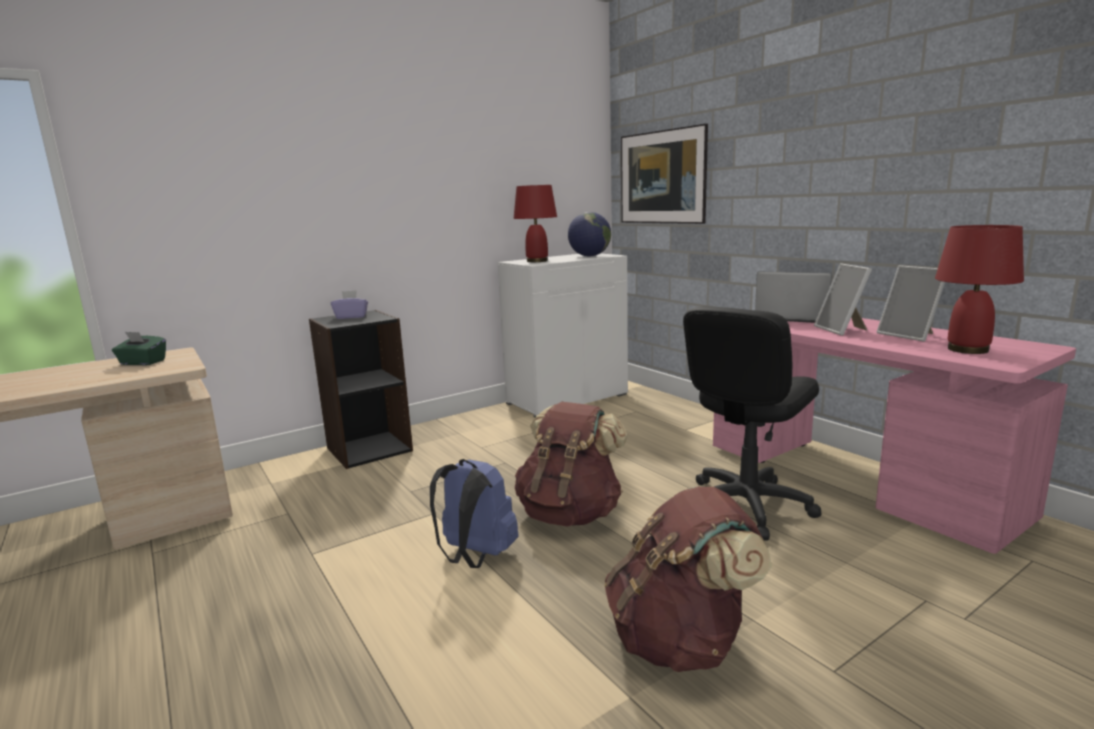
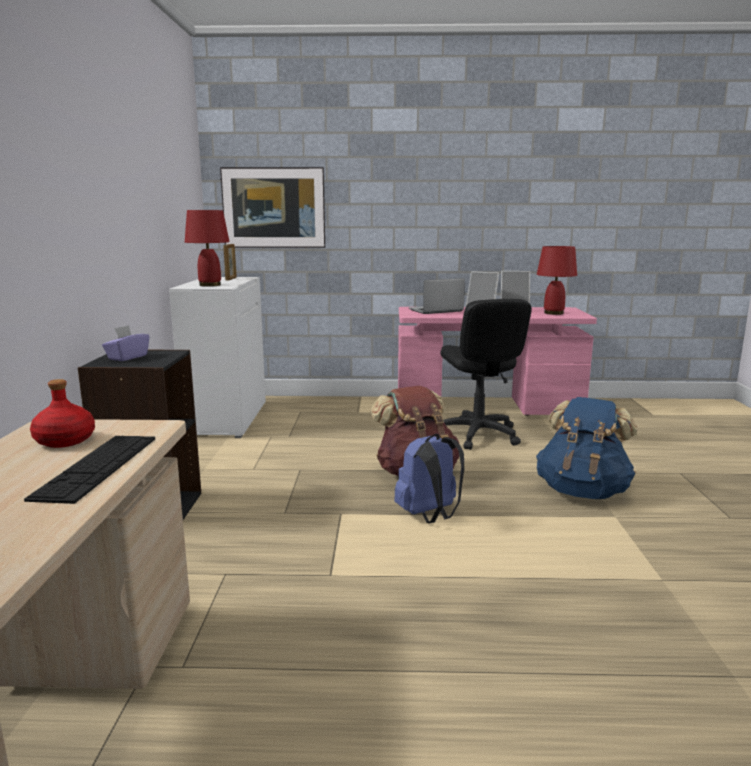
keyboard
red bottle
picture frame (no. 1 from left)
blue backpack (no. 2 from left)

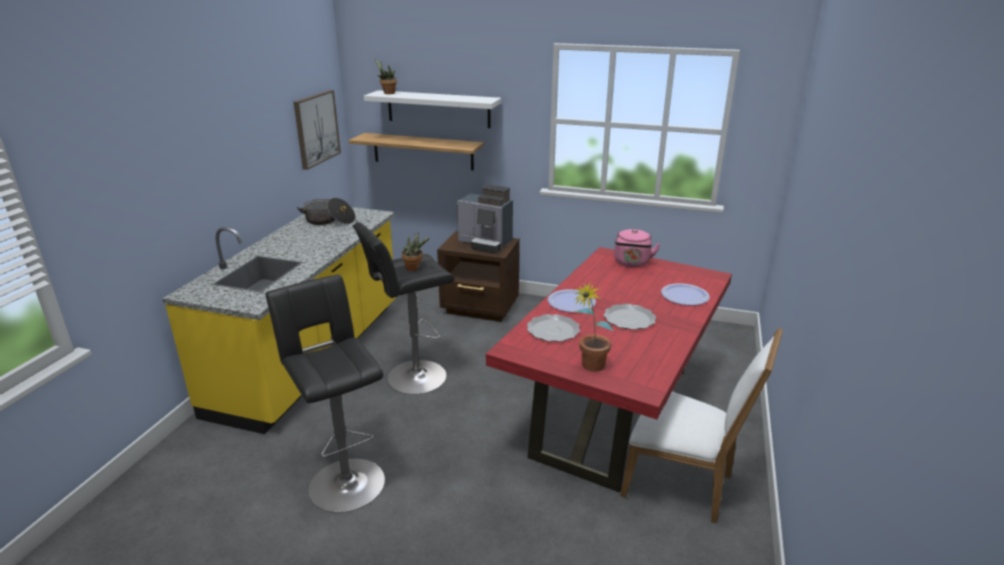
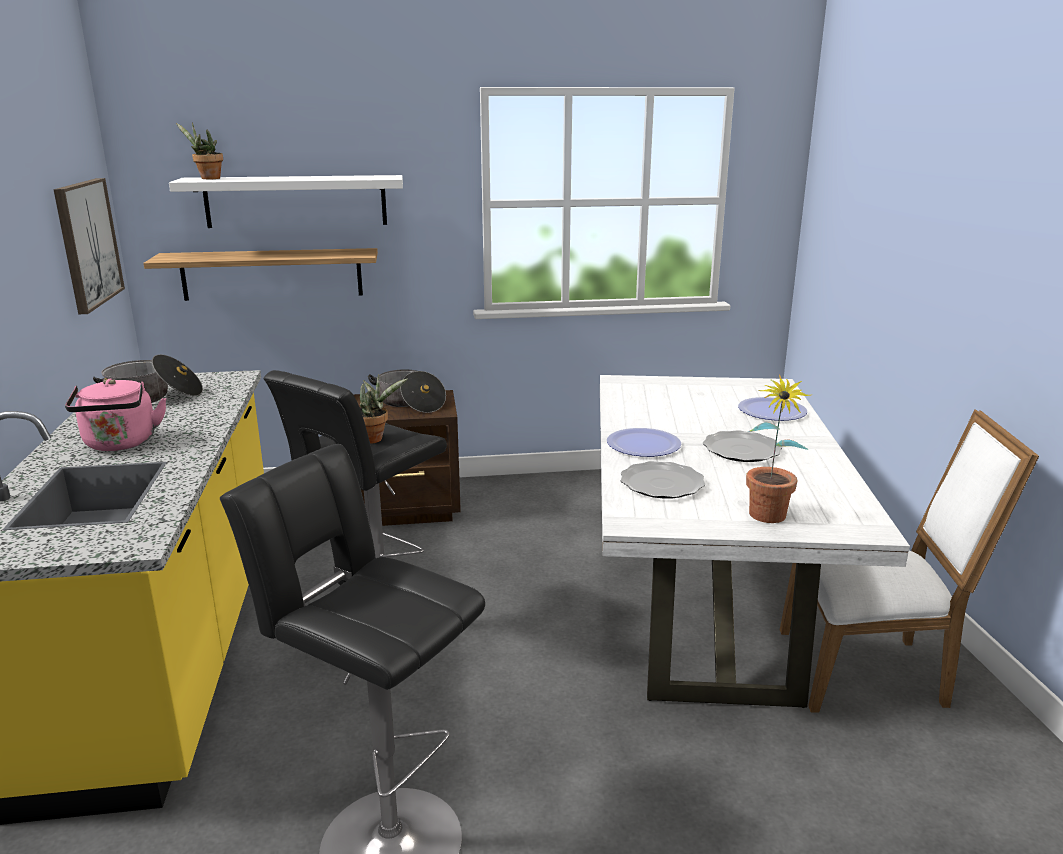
pink kettle
cooking pot (no. 2 from left)
white dining table

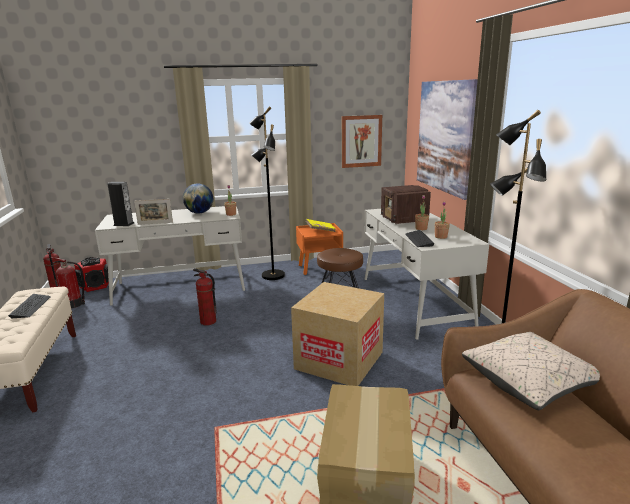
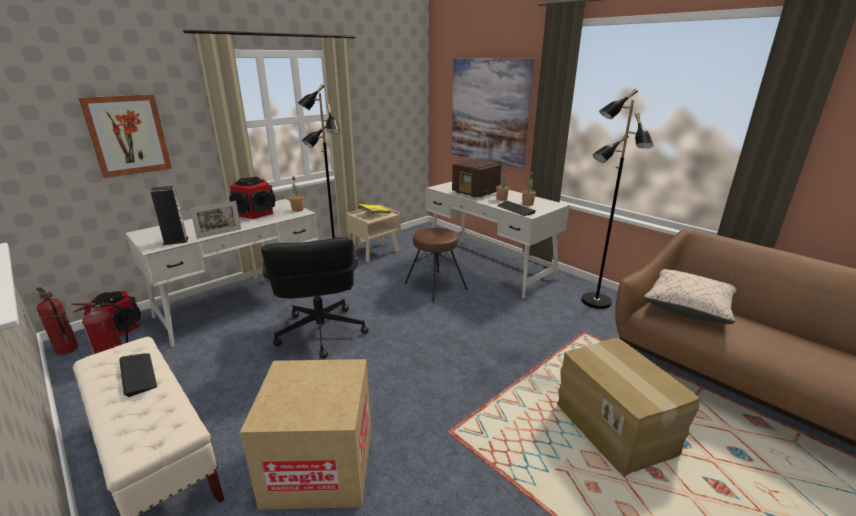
picture (no. 1 from left)
speaker (no. 3 from left)
cardboard box (no. 1 from left)
black office chair
beige nightstand

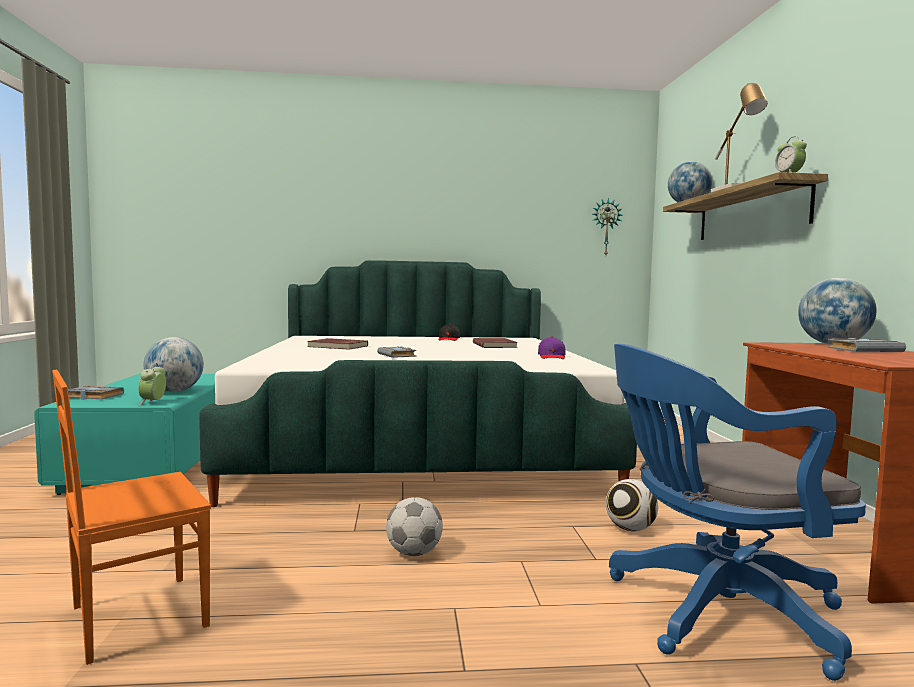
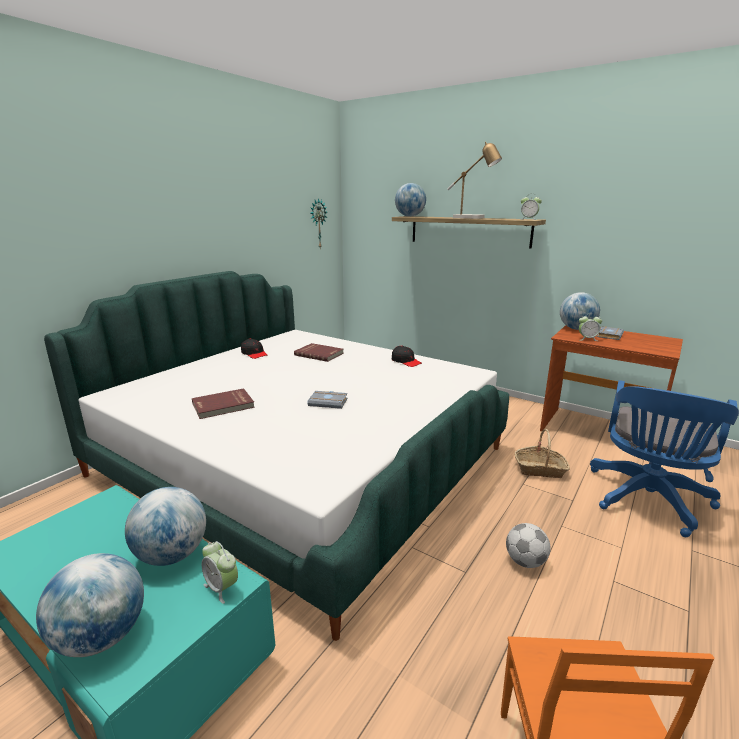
globe (no. 1 from left)
black cap (no. 2 from left)
basket
alarm clock (no. 3 from left)

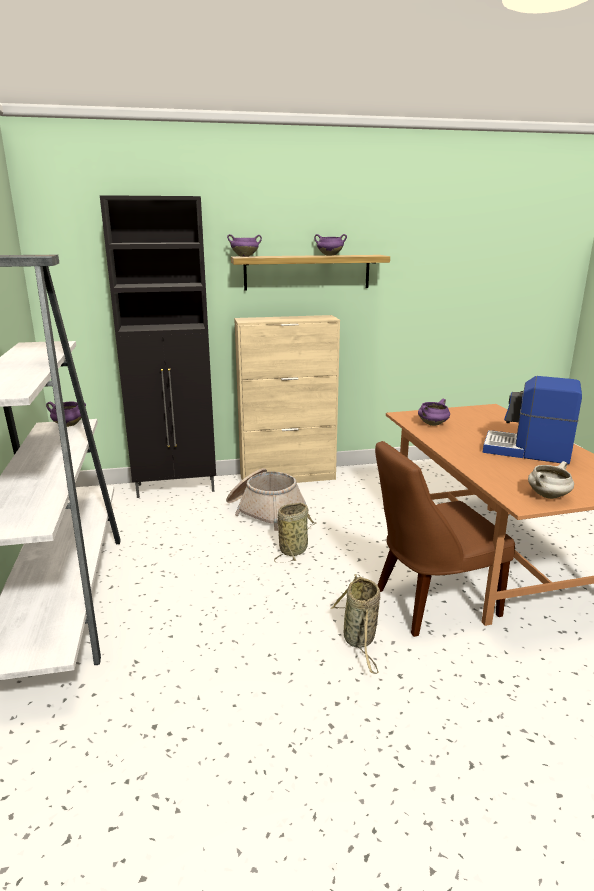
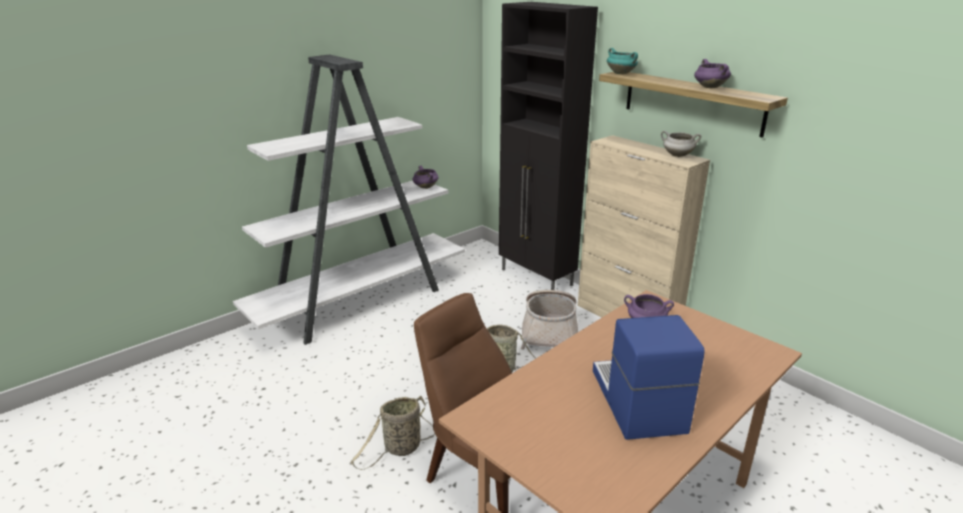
turquoise cooking pot
white cooking pot

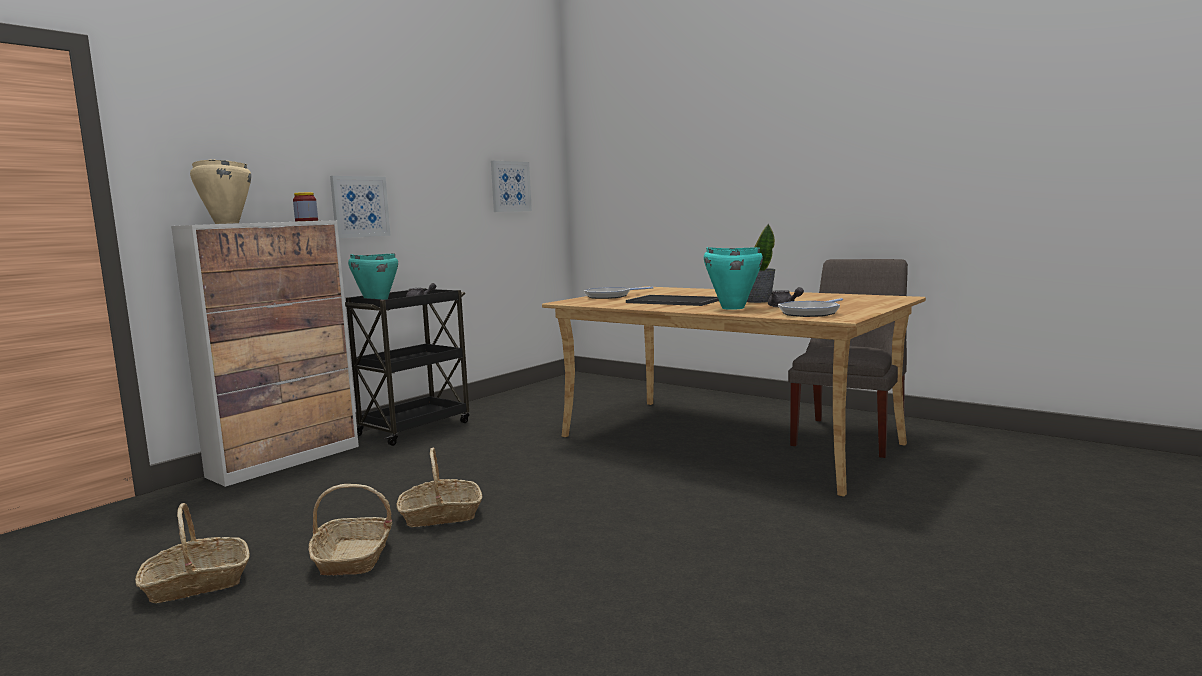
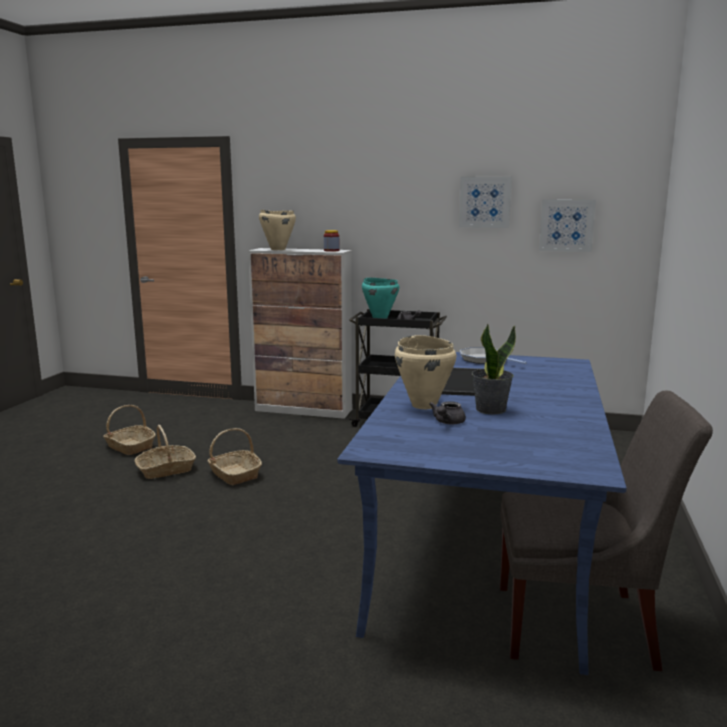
blue dining table
beige cooking pot (no. 2 from left)
picture (no. 1 from left)
frying pan (no. 2 from left in the first image)

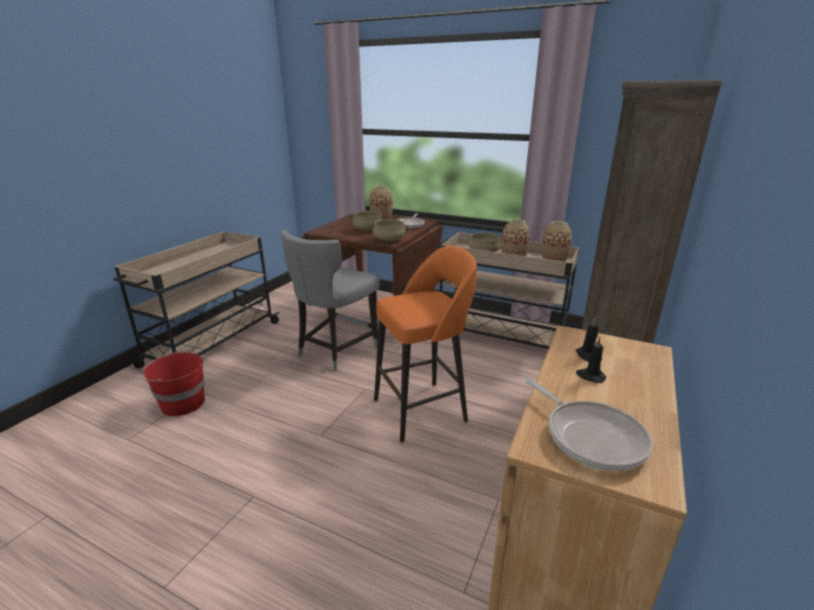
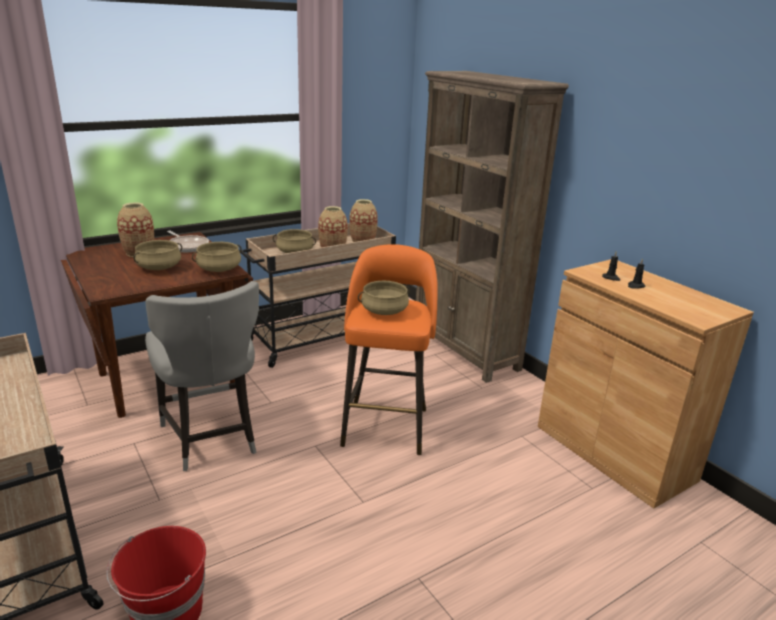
beige cooking pot (no. 4 from left)
frying pan (no. 2 from left in the first image)

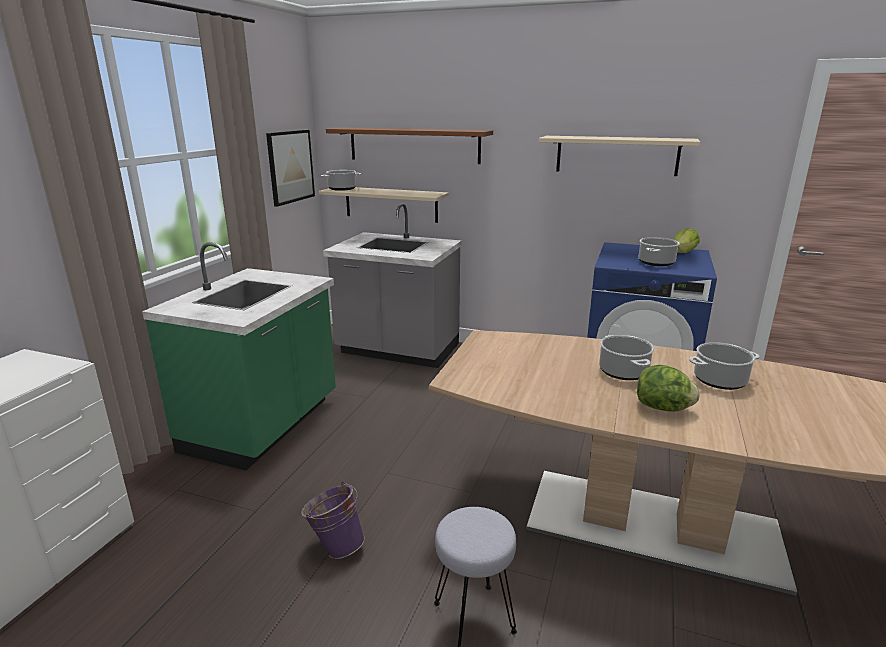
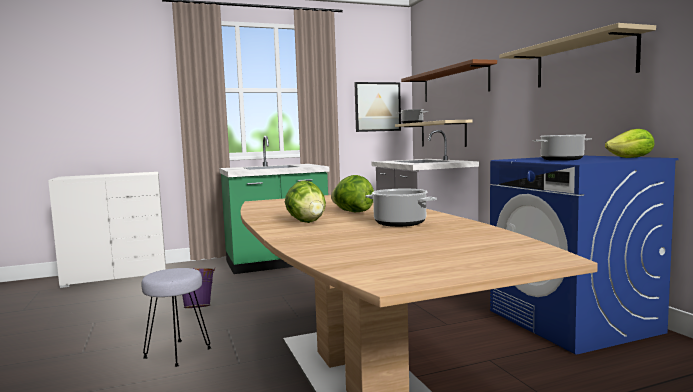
lettuce (no. 2 from left)

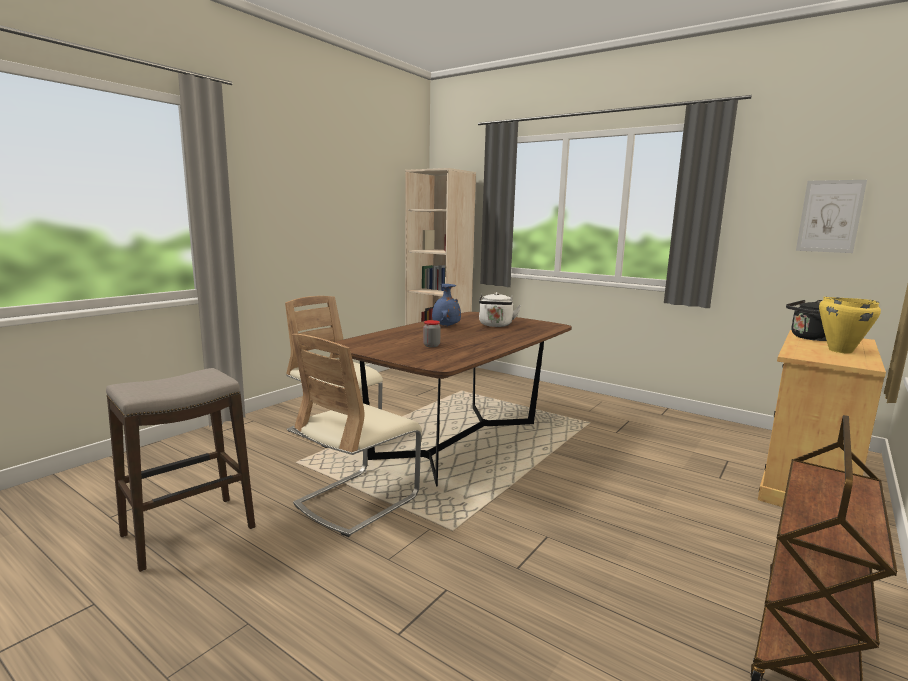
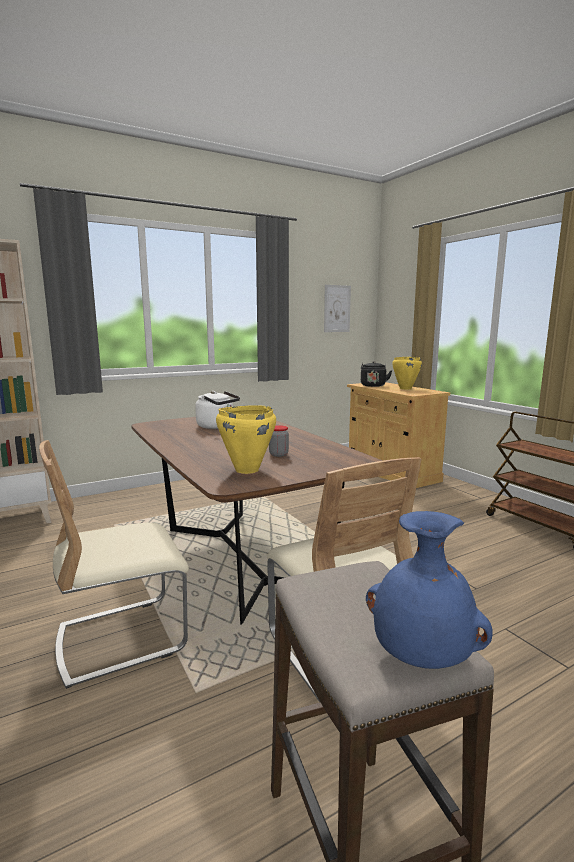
yellow cooking pot (no. 1 from left)
blue vase

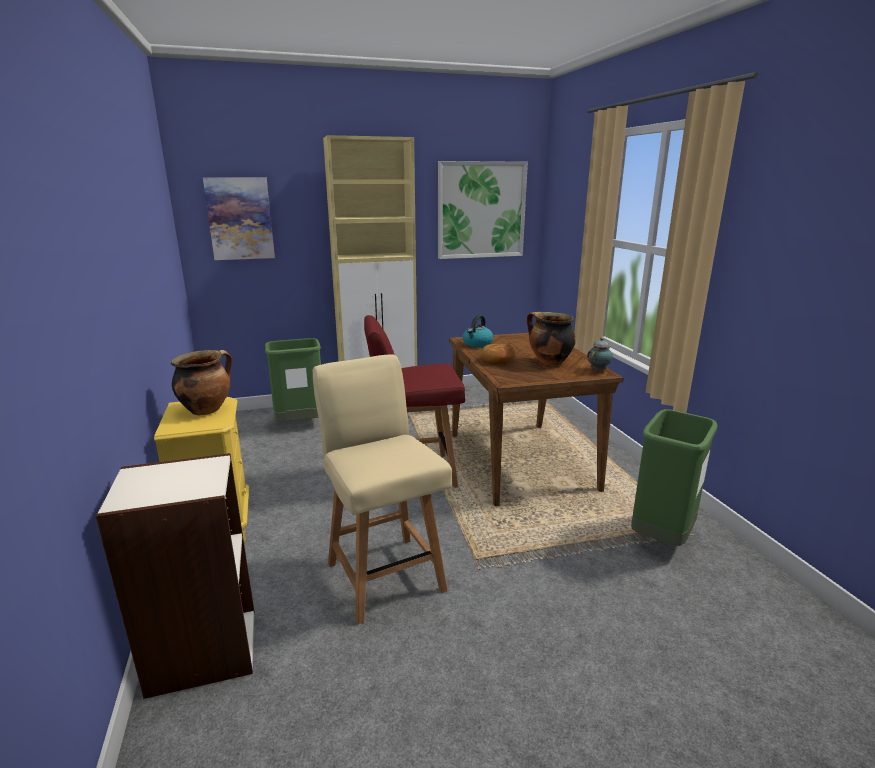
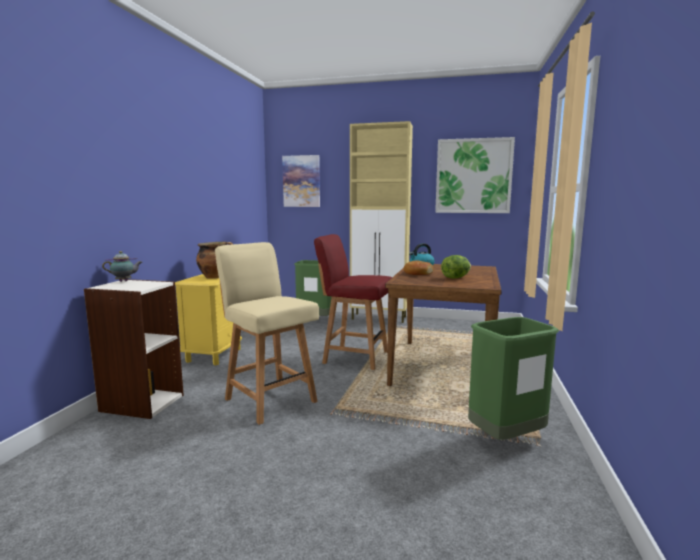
teapot
beige chair
lettuce

